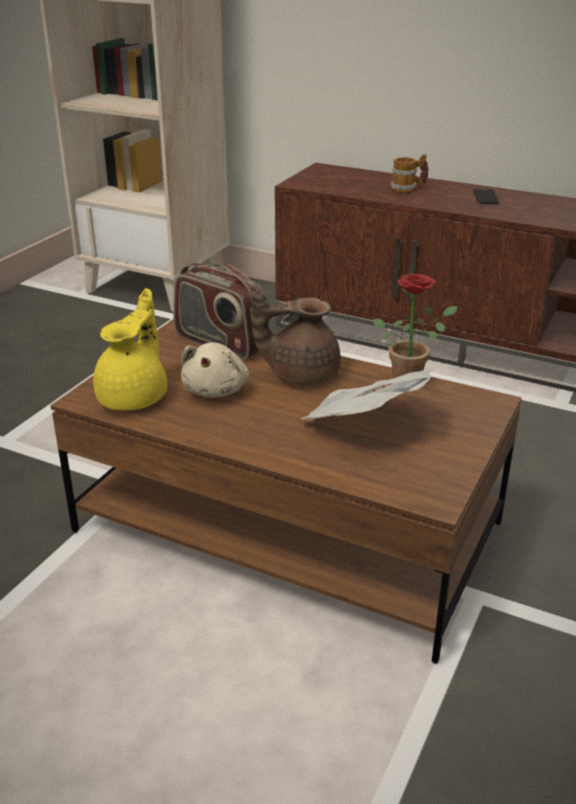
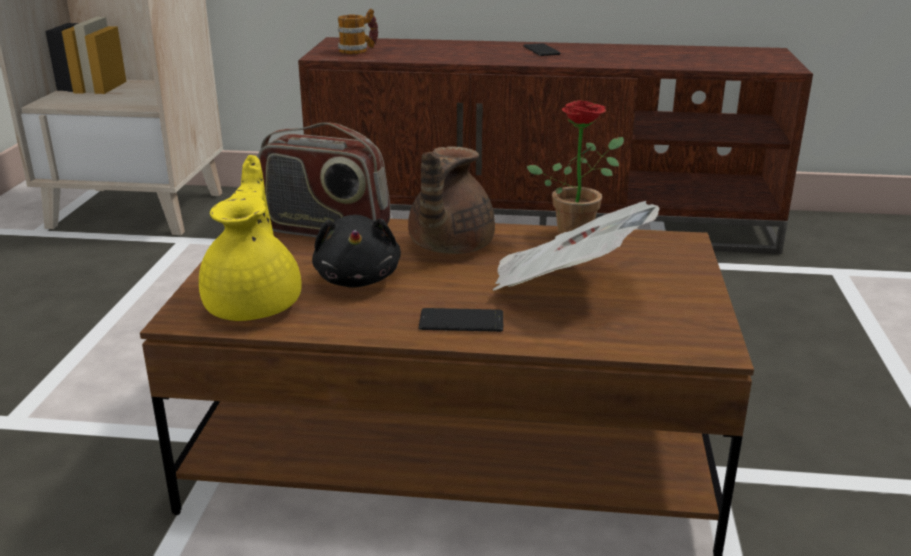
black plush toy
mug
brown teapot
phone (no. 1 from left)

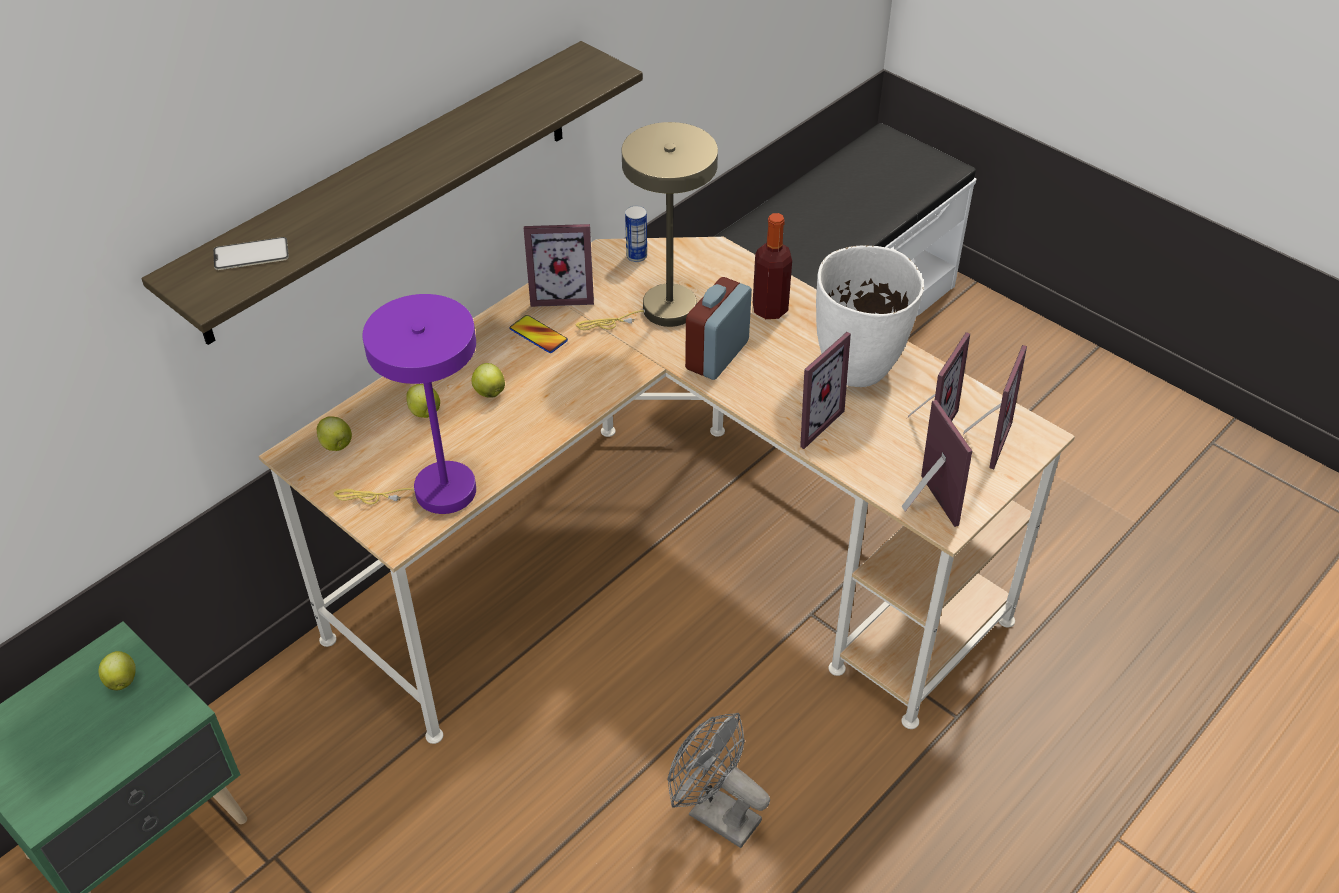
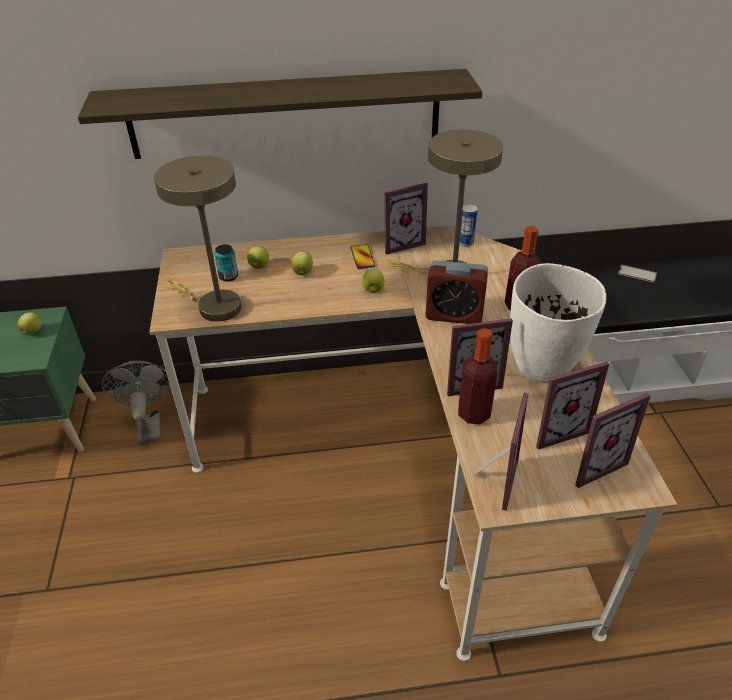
grey fan
beige table lamp (no. 1 from left)
can (no. 1 from left)
apple (no. 4 from left)
picture frame (no. 1 from left)
alarm clock
bottle (no. 1 from left)
phone (no. 2 from left)

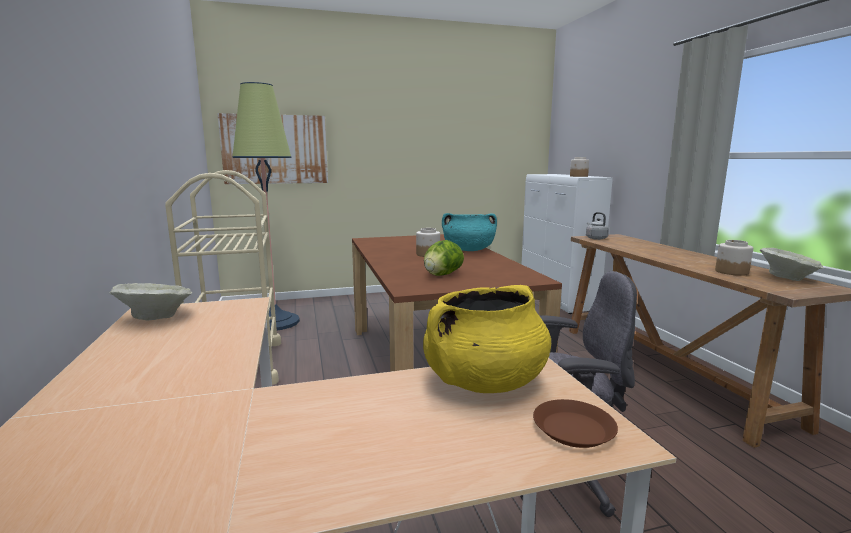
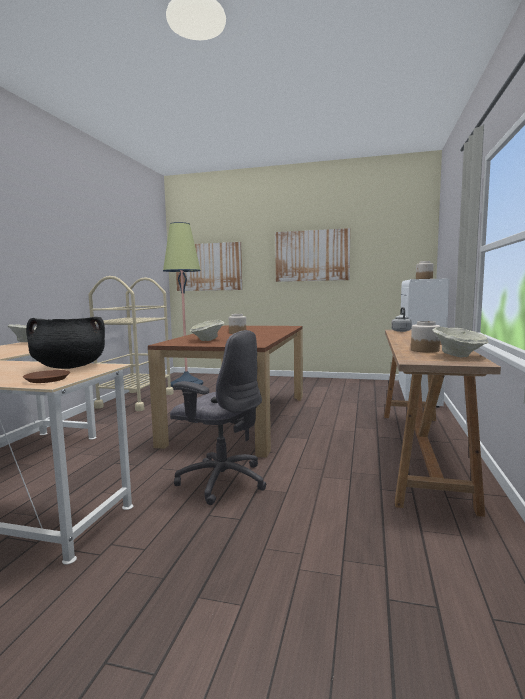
black cooking pot
beige bowl (no. 2 from left)
picture (no. 2 from left)
turquoise cooking pot

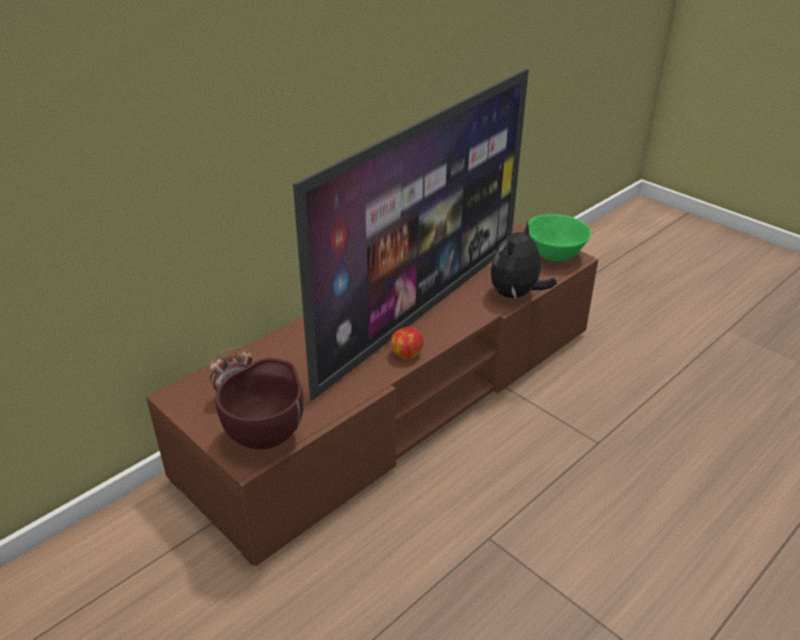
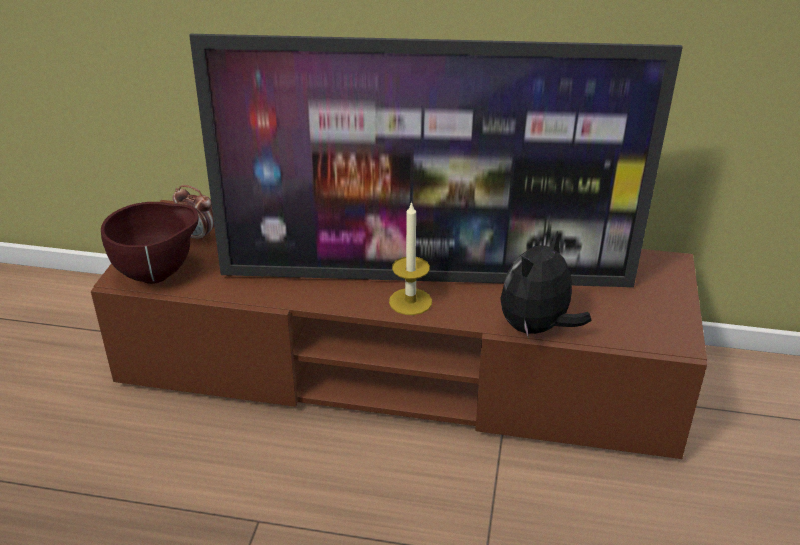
candle
plush toy
apple
green bowl

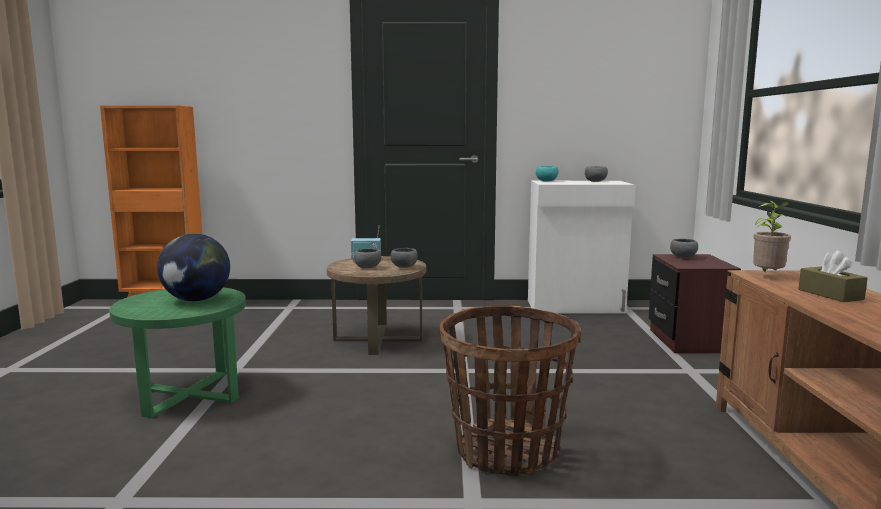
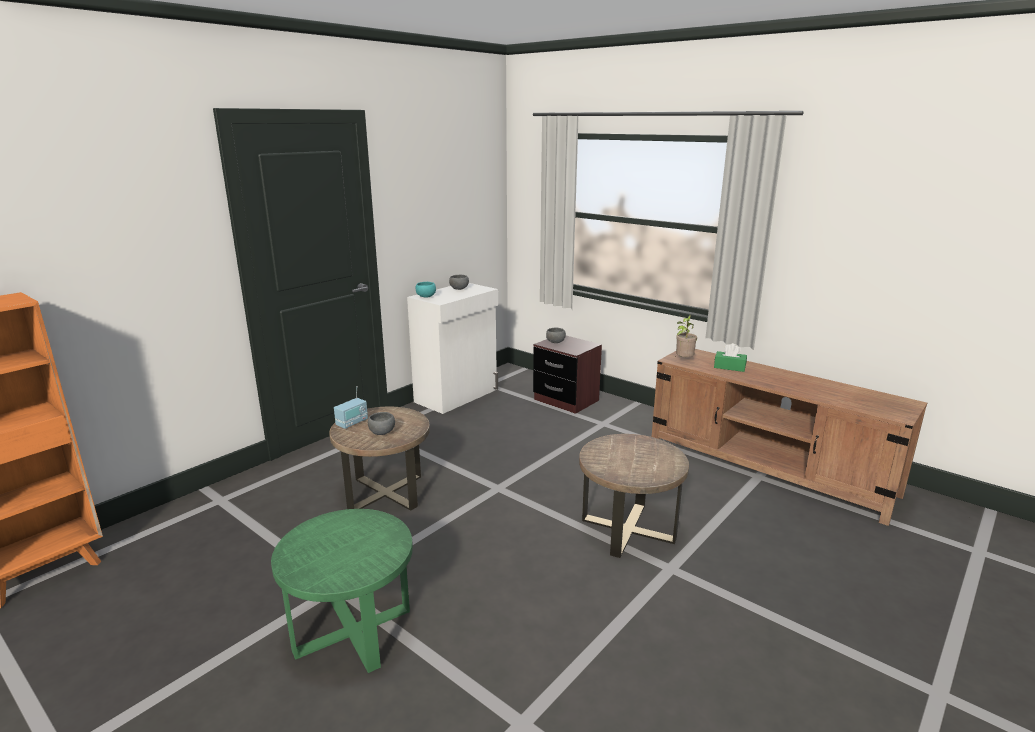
brown side table (no. 2 from left)
green tissue box
globe
grey bowl (no. 2 from left in the first image)

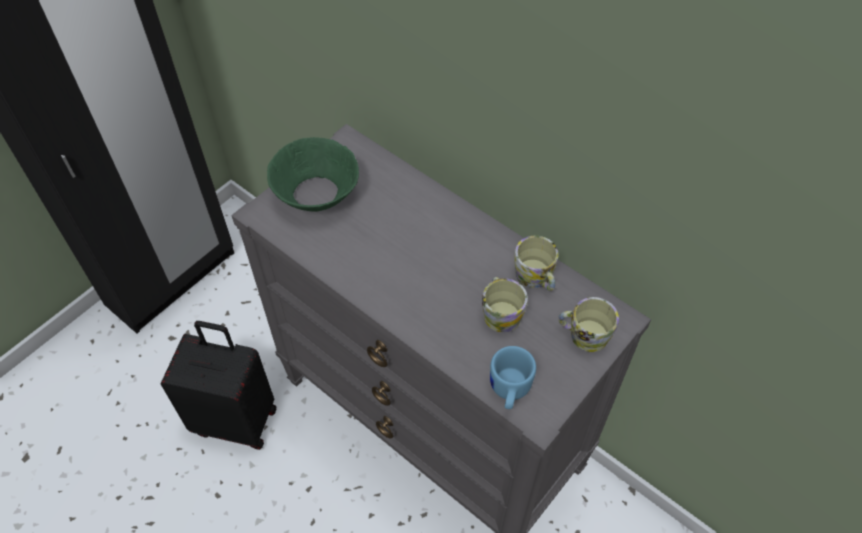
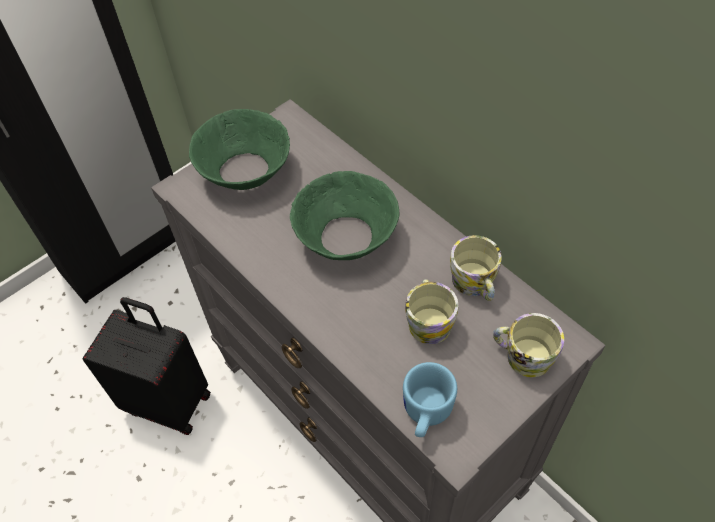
green bowl (no. 2 from left)

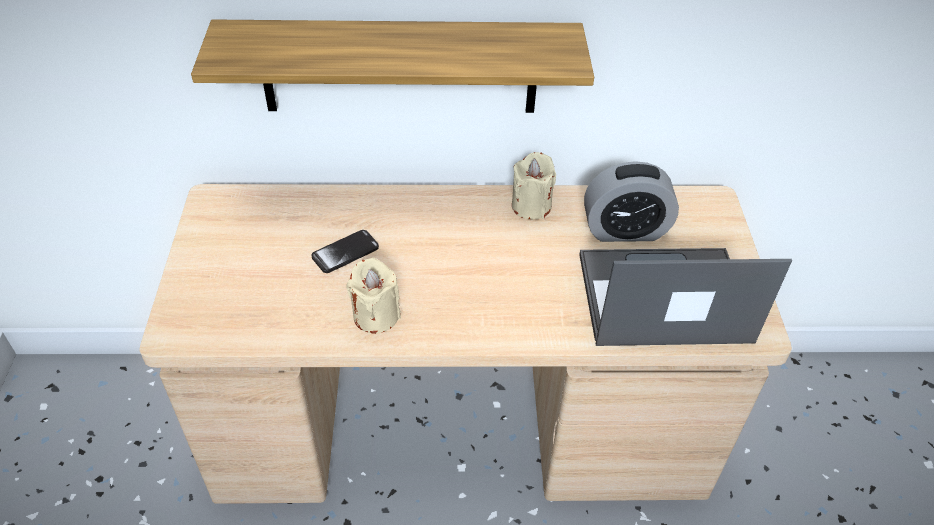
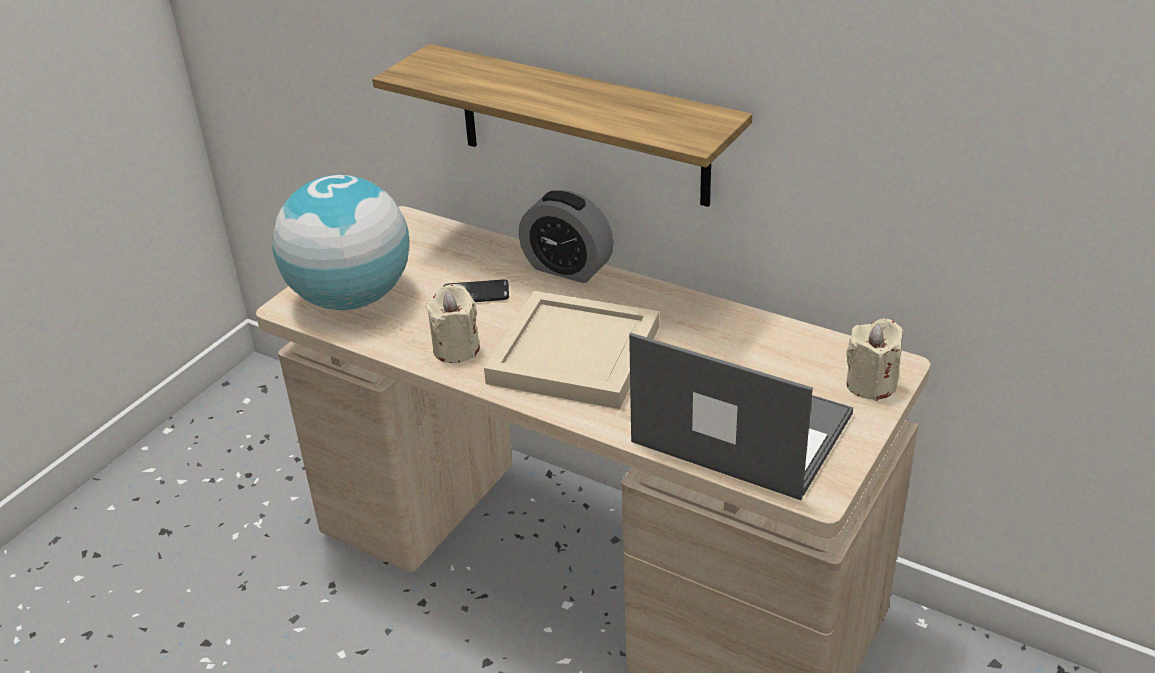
globe
beige tray
alarm clock
beige candle (no. 2 from left)

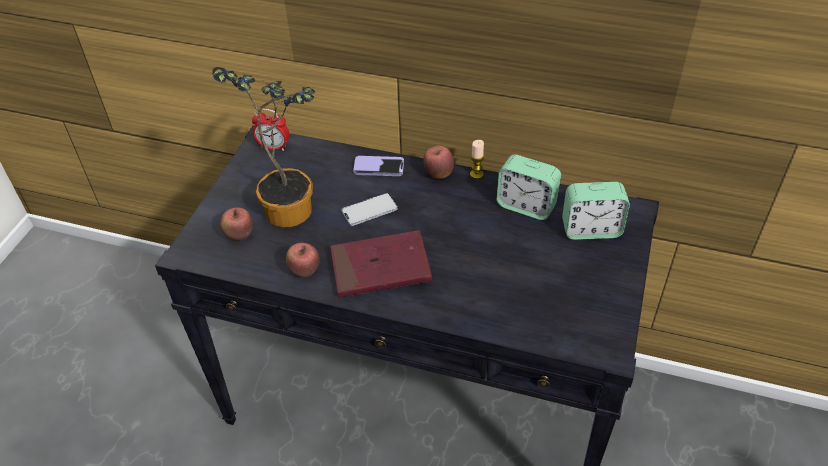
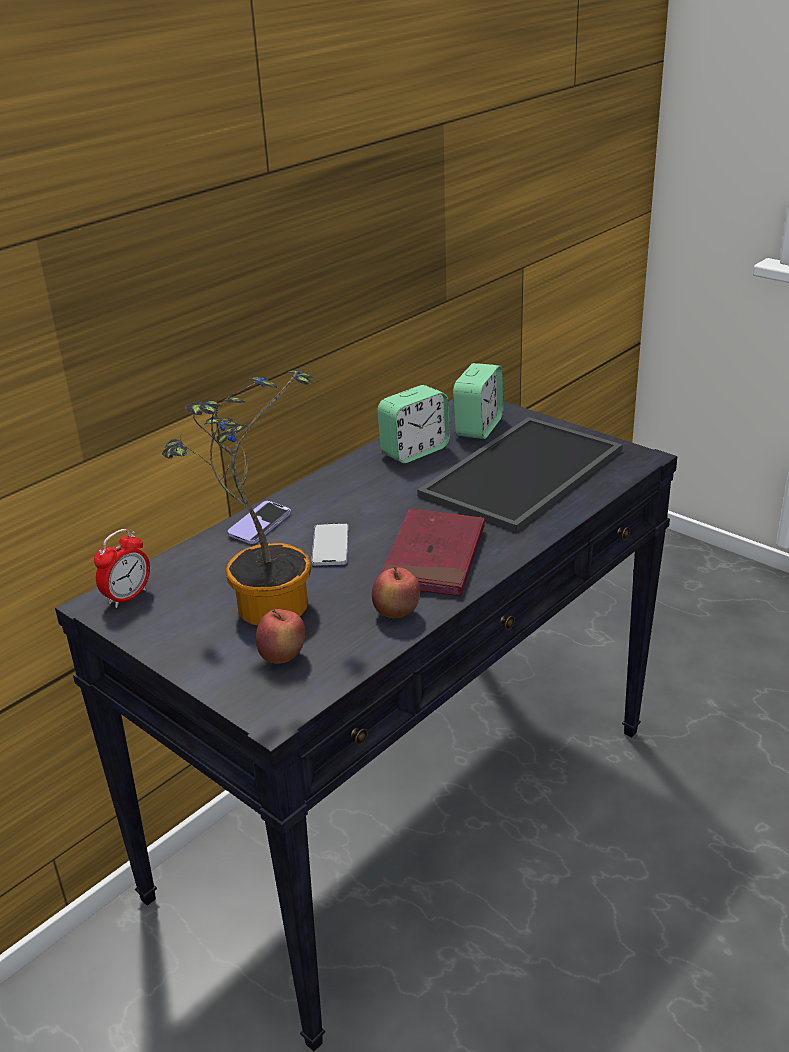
tray
apple (no. 3 from left in the first image)
candle

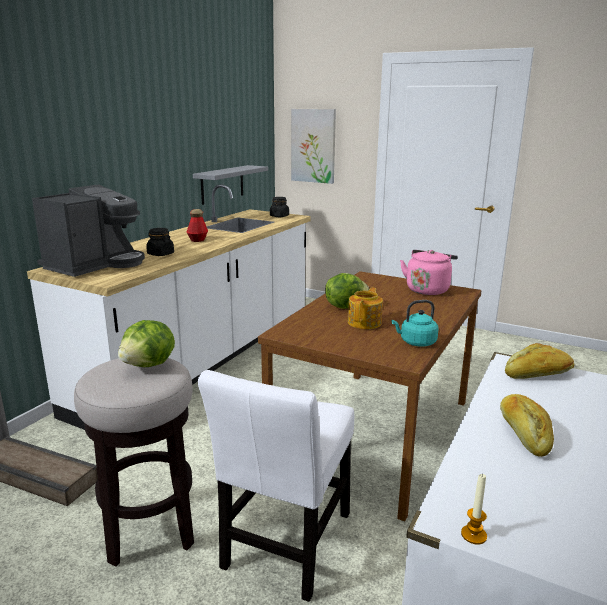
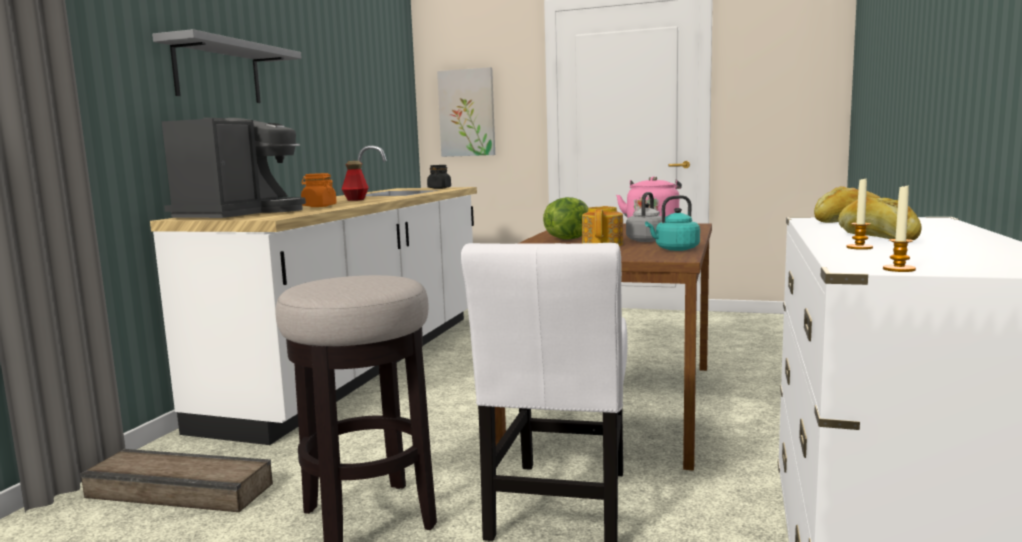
grey shelf
orange jar
grey kettle
candle (no. 1 from left)
lettuce (no. 1 from left in the first image)

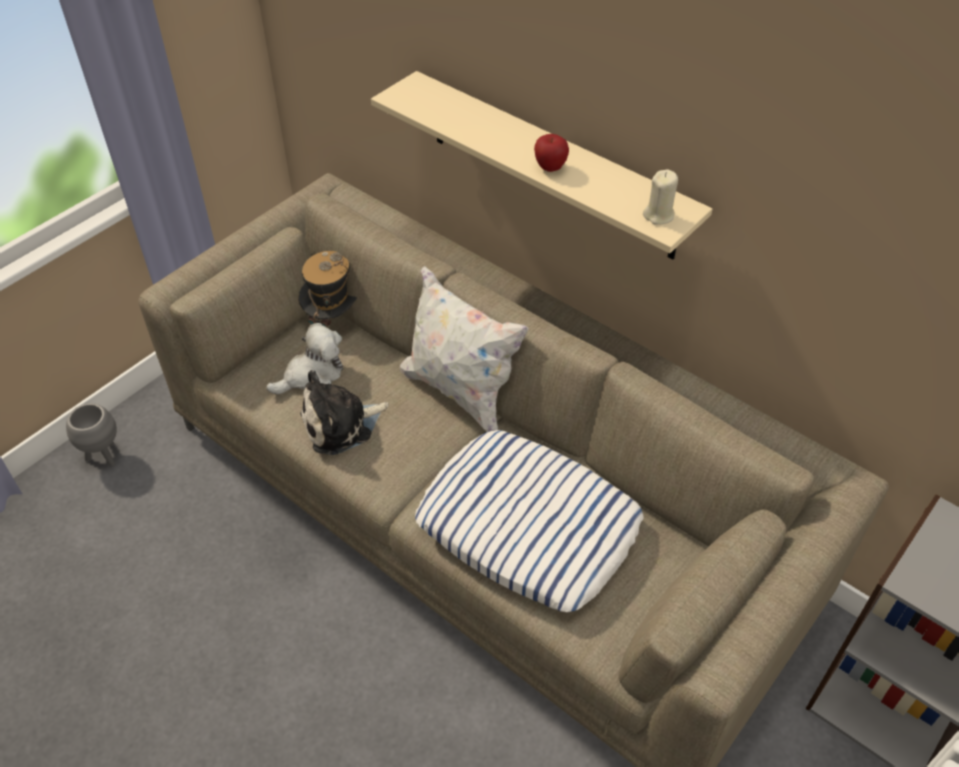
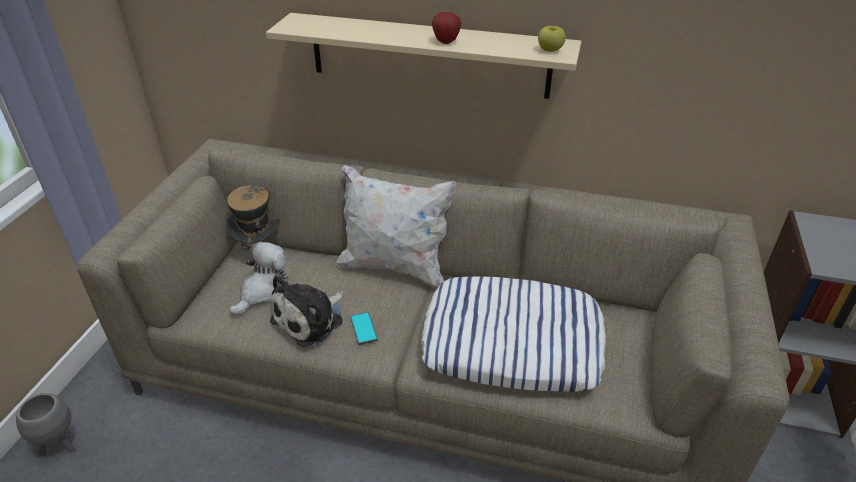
phone
apple (no. 2 from left)

